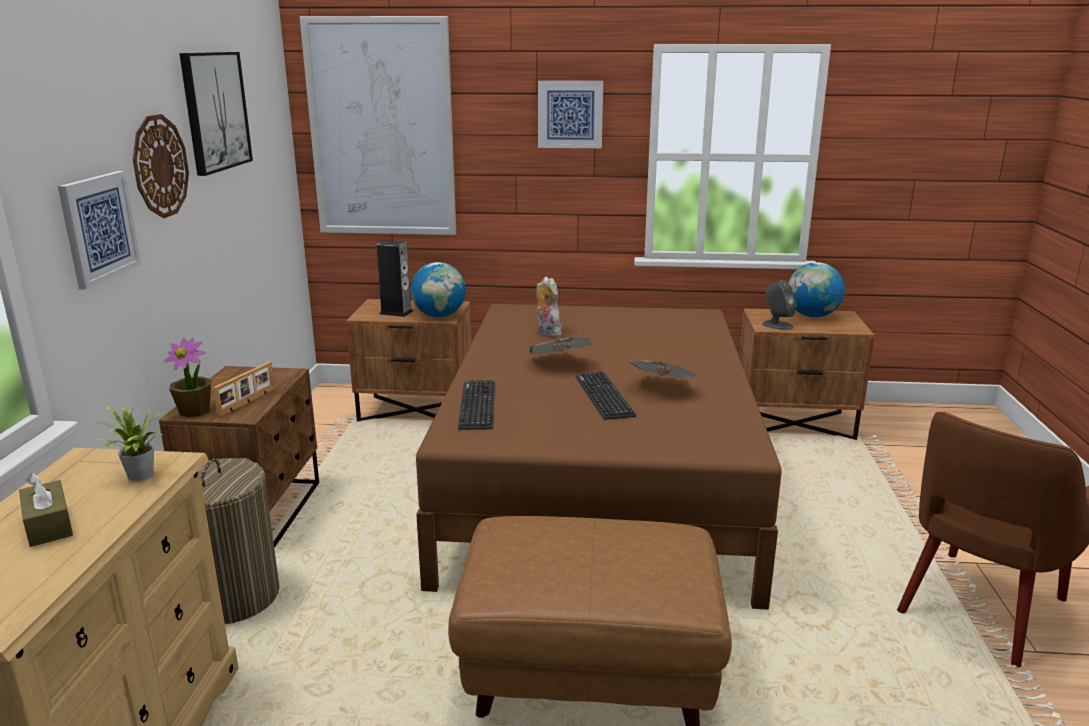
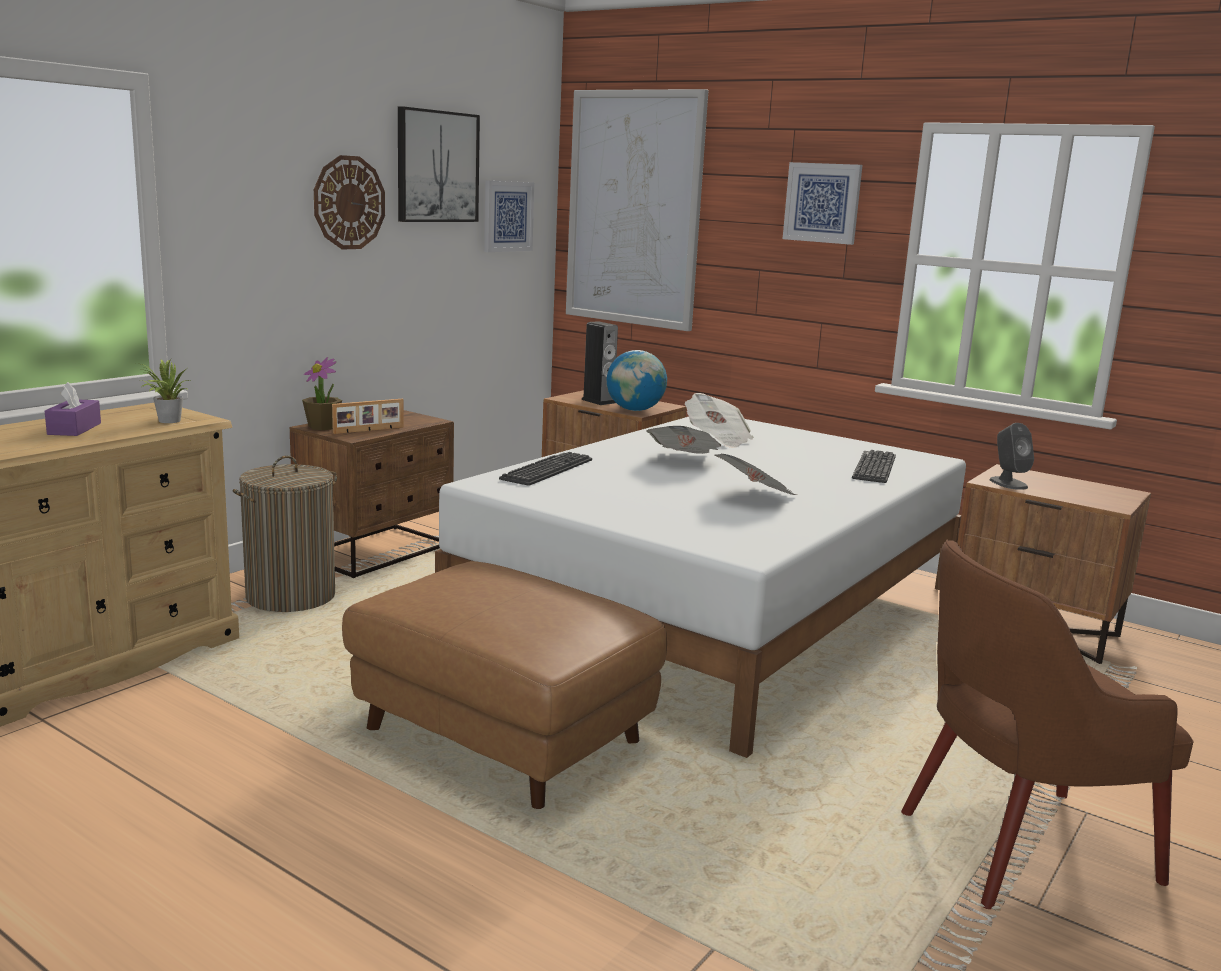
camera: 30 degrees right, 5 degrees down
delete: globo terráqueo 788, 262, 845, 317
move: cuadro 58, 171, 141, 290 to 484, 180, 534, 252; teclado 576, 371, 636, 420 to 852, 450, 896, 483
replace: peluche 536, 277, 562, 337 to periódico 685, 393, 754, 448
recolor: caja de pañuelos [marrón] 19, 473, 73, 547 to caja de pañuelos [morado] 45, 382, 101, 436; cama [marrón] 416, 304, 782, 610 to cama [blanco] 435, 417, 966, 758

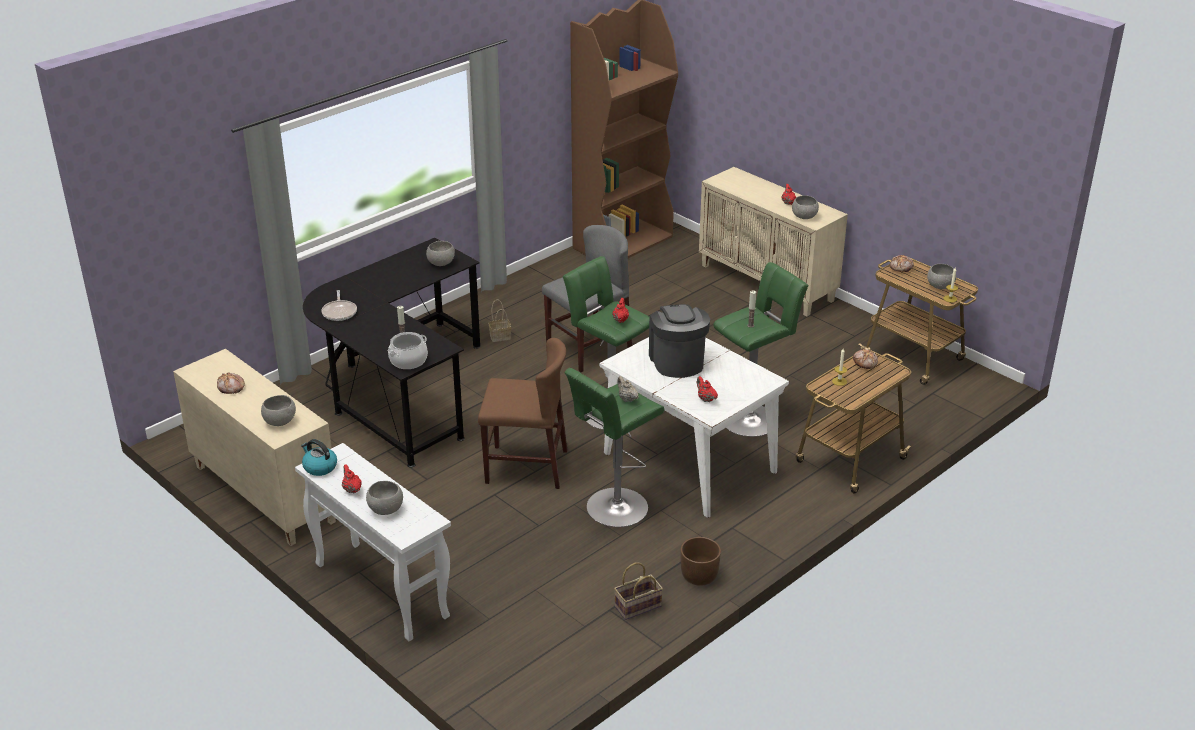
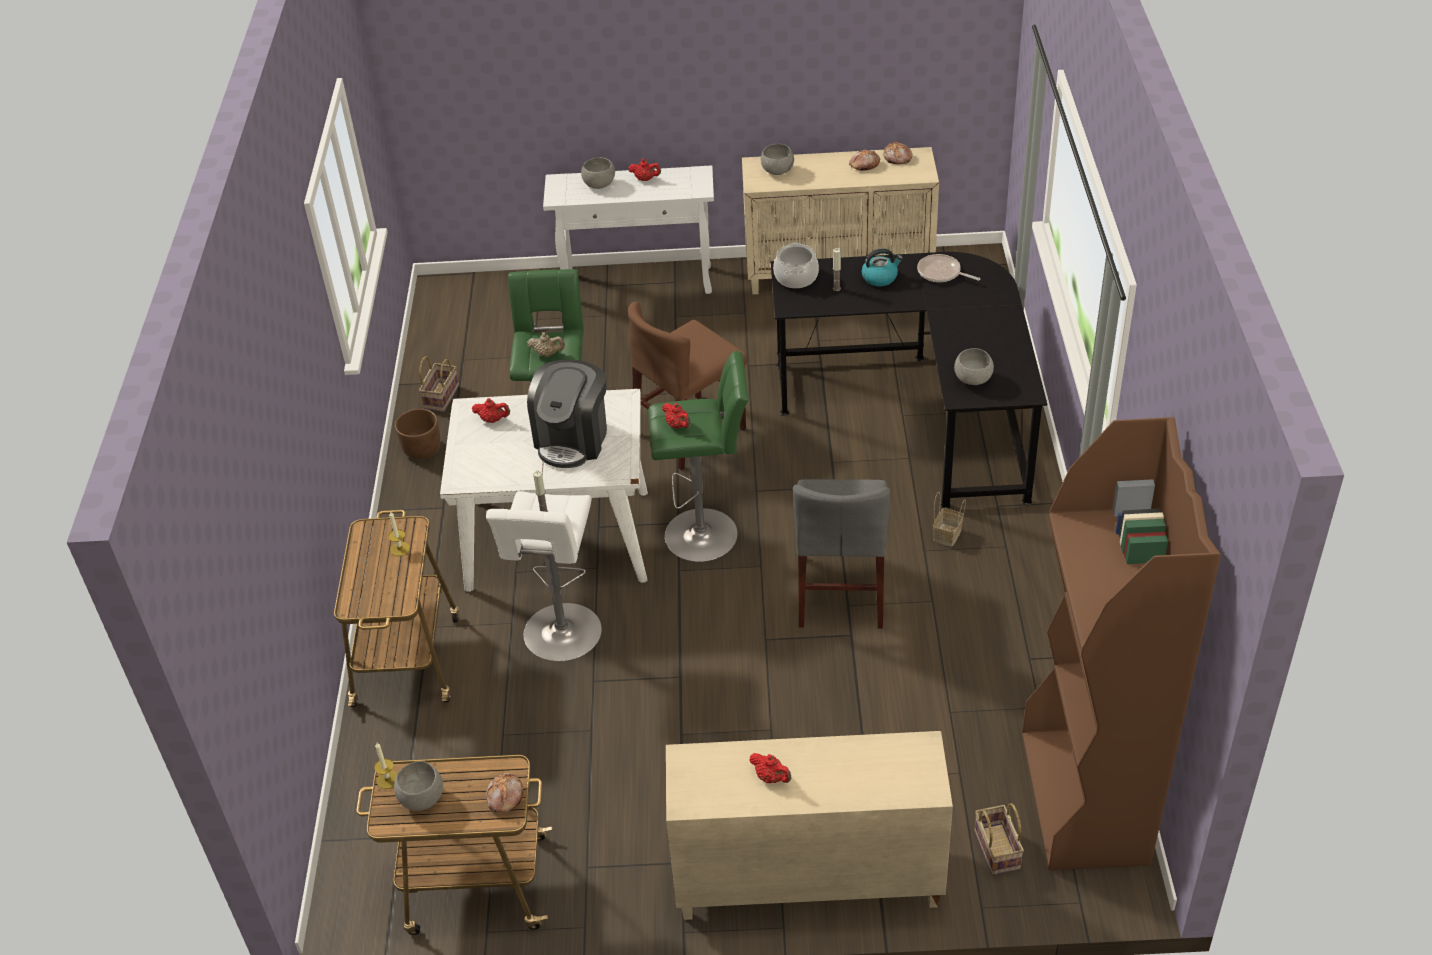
camera: 135 degrees right, 10 degrees up
delete: cuenco [gris] 792, 195, 819, 219
insert: cesta 974, 803, 1024, 875
move: hervidor 301, 439, 337, 476 to 861, 249, 903, 286; pan 853, 349, 878, 369 to 883, 142, 912, 164
recolor: taburete [verde] 713, 262, 809, 437 to taburete [blanco] 486, 491, 602, 662
rotate: cafetera 649, 304, 710, 378 = 527, 359, 607, 468 75 degrees clockwise

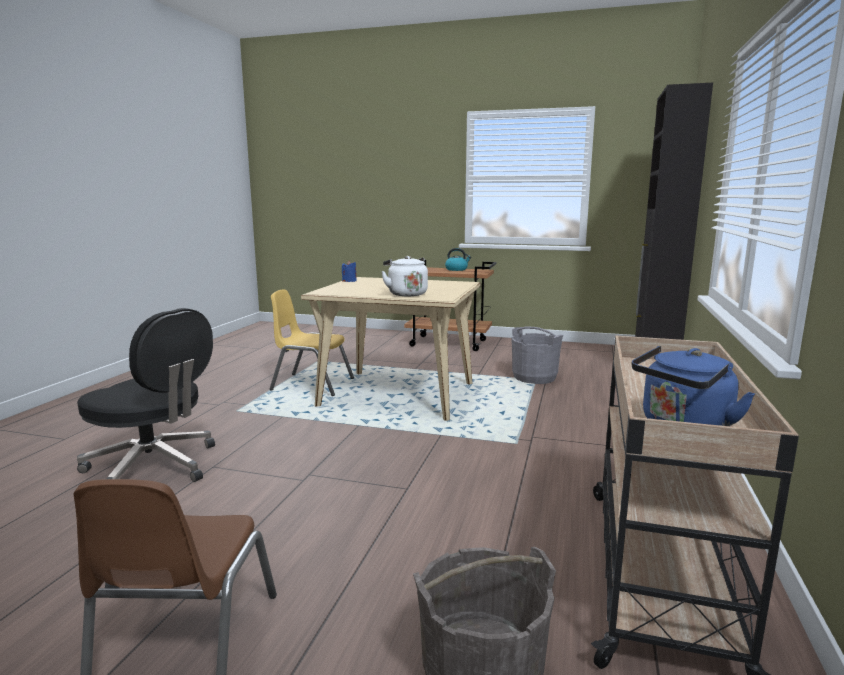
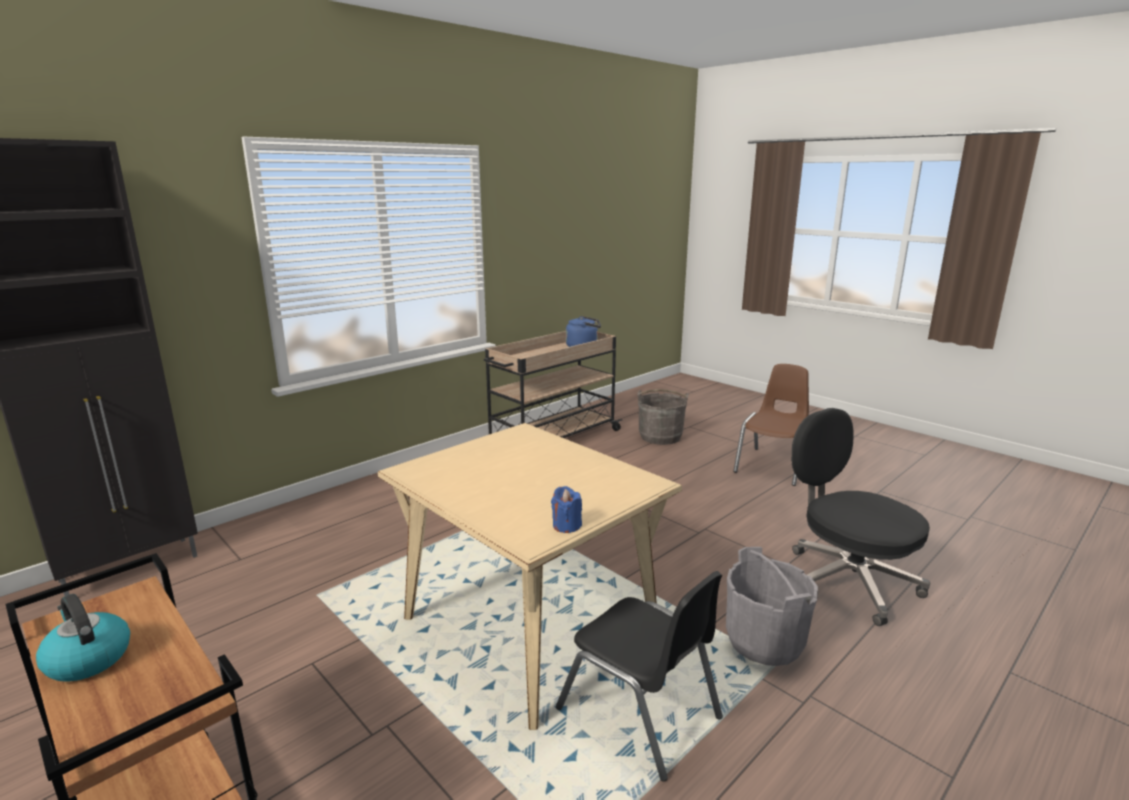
camera: 150 degrees left, 5 degrees up
delete: hervidor [blanco] 381, 256, 428, 296
move: cubo [gris] 511, 327, 563, 384 to 726, 547, 818, 666
recolor: silla [amarillo] 270, 289, 354, 396 to silla [negro] 556, 571, 723, 782

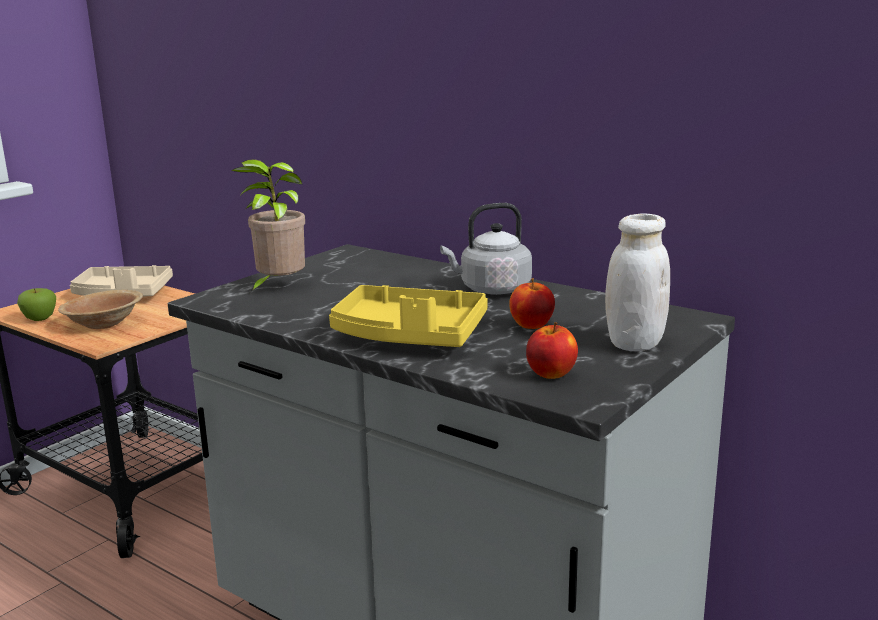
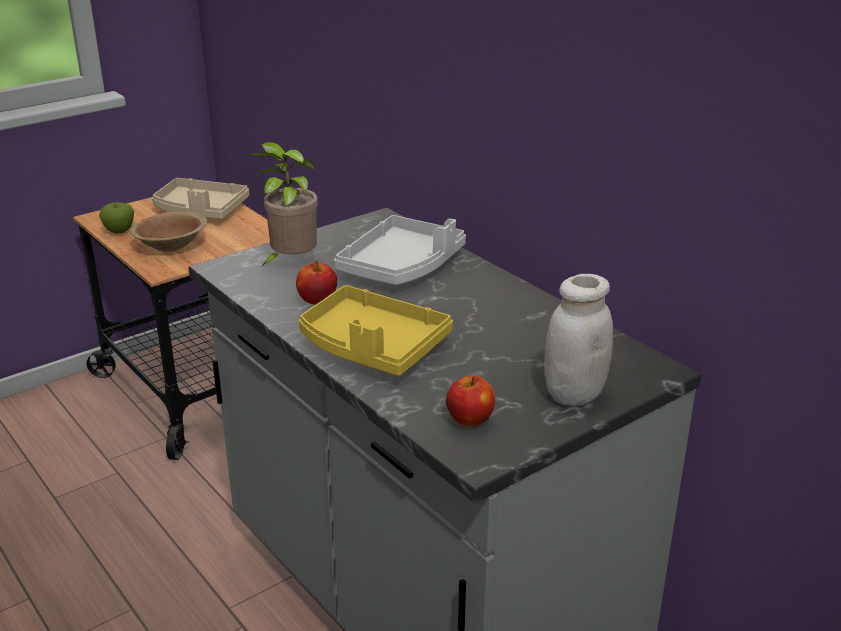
camera: 15 degrees right, 10 degrees up
delete: hervidor [gris] 440, 203, 532, 295
insert: bandeja [gris] 334, 215, 466, 285
move: manzana 509, 278, 555, 329 to 296, 260, 337, 305

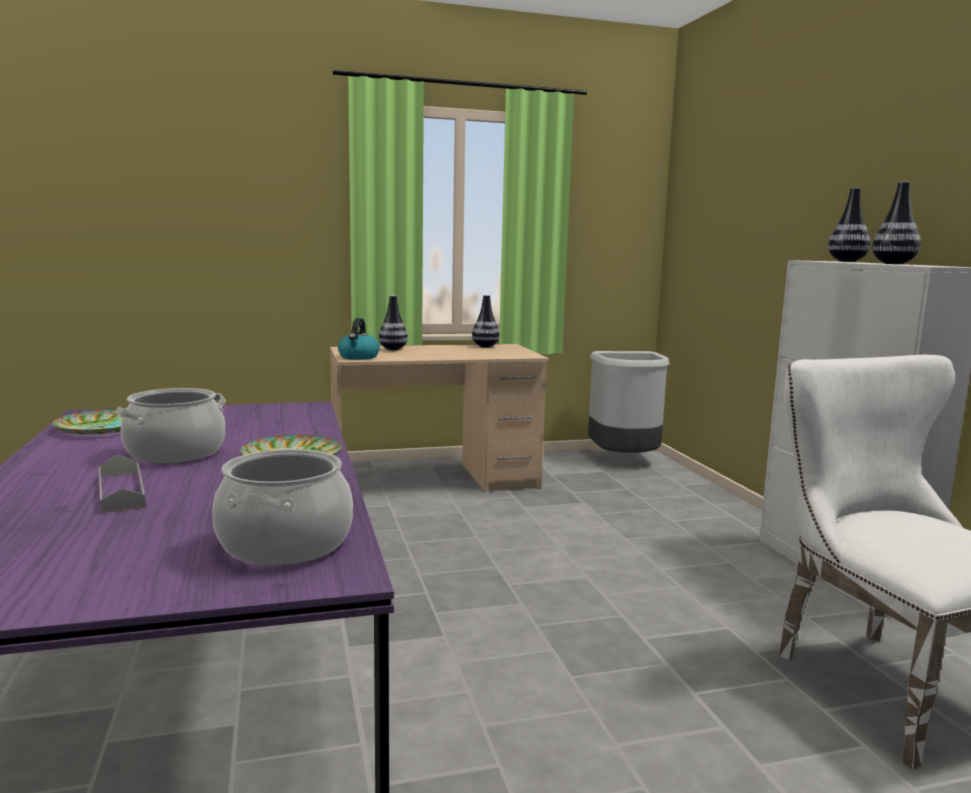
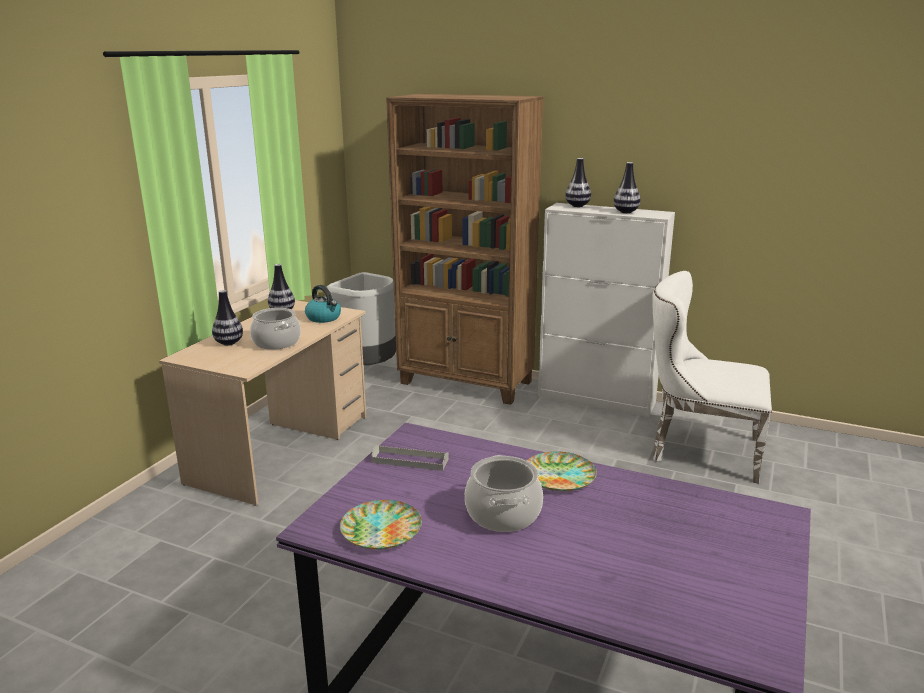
camera: 50 degrees left, 10 degrees up
insert: estantería [marrón] 386, 94, 543, 405
move: olla 212, 449, 353, 565 to 250, 308, 301, 350; hervidor 338, 318, 380, 360 to 305, 285, 341, 323; bandeja [gris] 99, 455, 146, 513 to 371, 445, 448, 471

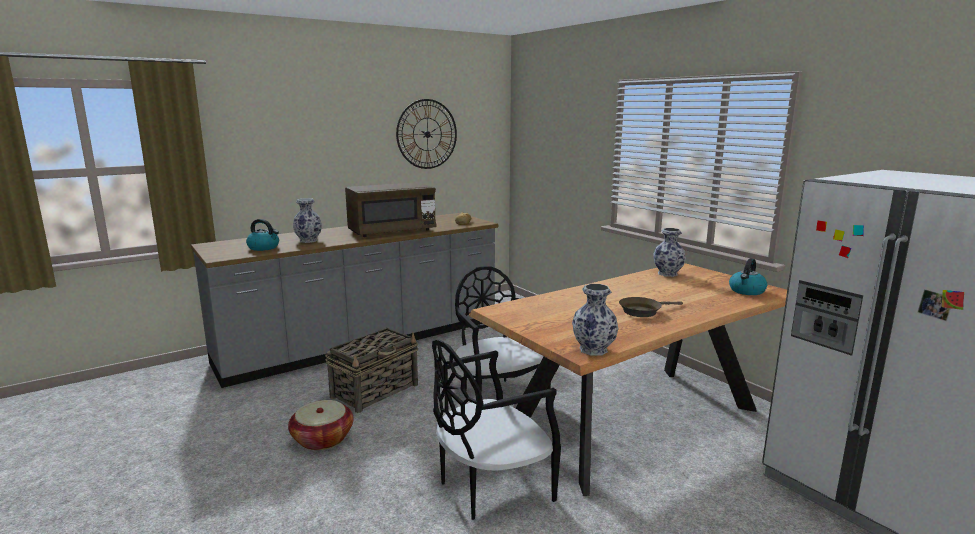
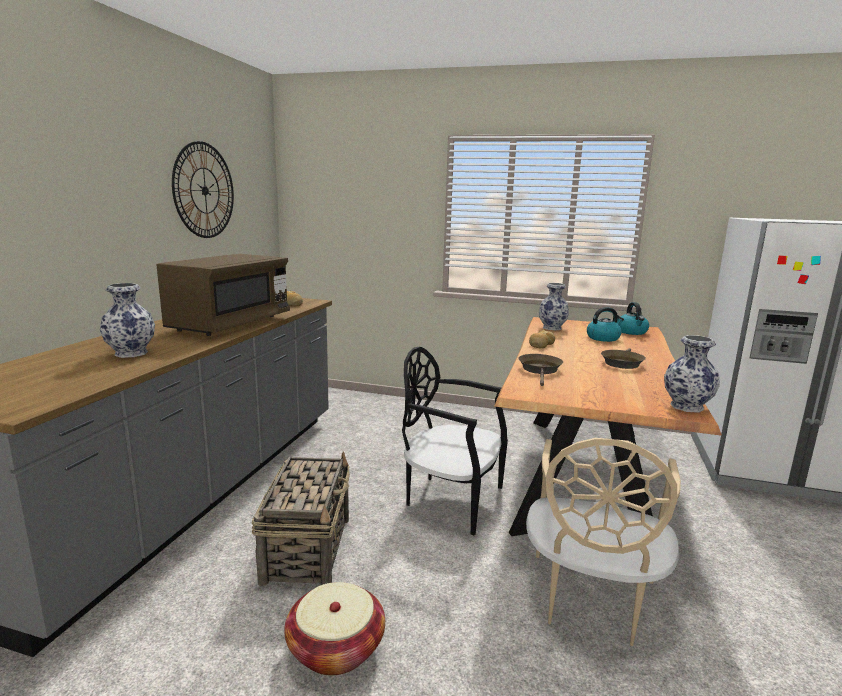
camera: 40 degrees left, 0 degrees up
insert: sartén [marrón] 518, 354, 563, 386; pan 529, 330, 555, 348
move: hervidor 246, 219, 279, 251 to 587, 307, 624, 342
recolor: silla [negro] 432, 339, 561, 520 to silla [beis] 526, 438, 681, 646

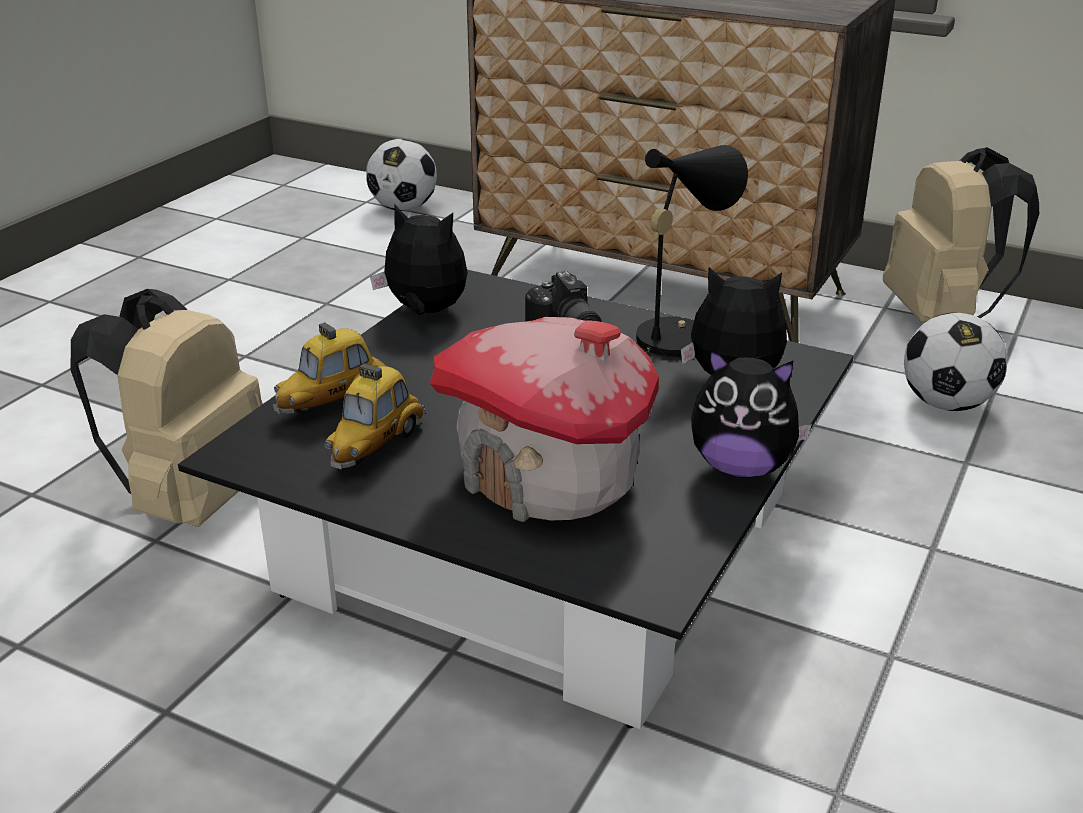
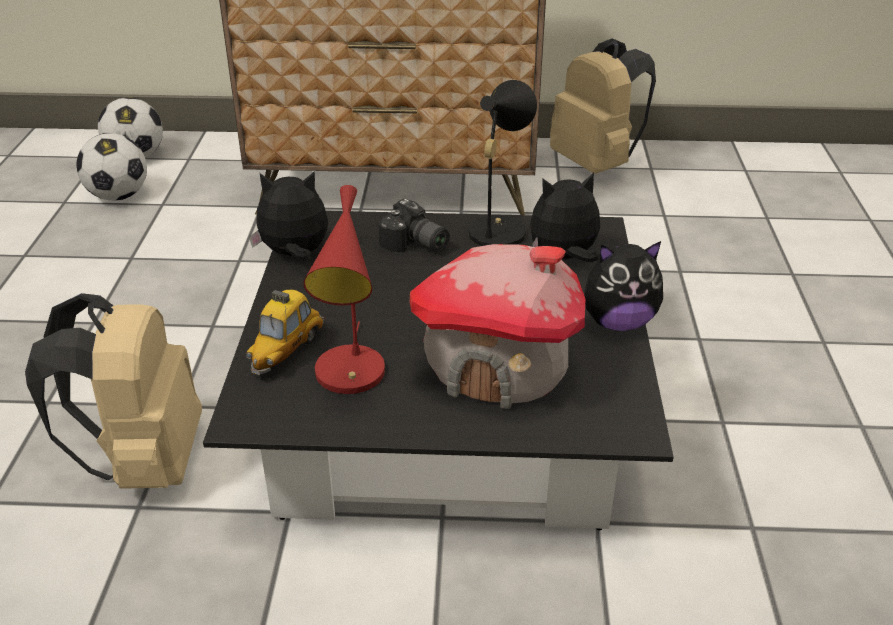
camera: 25 degrees left, 5 degrees up
move: balón de fútbol 904, 312, 1007, 411 to 76, 133, 147, 201
replace: coche de juguete 324, 364, 425, 470 to lámpara de mesa [rojo] 304, 185, 385, 394

